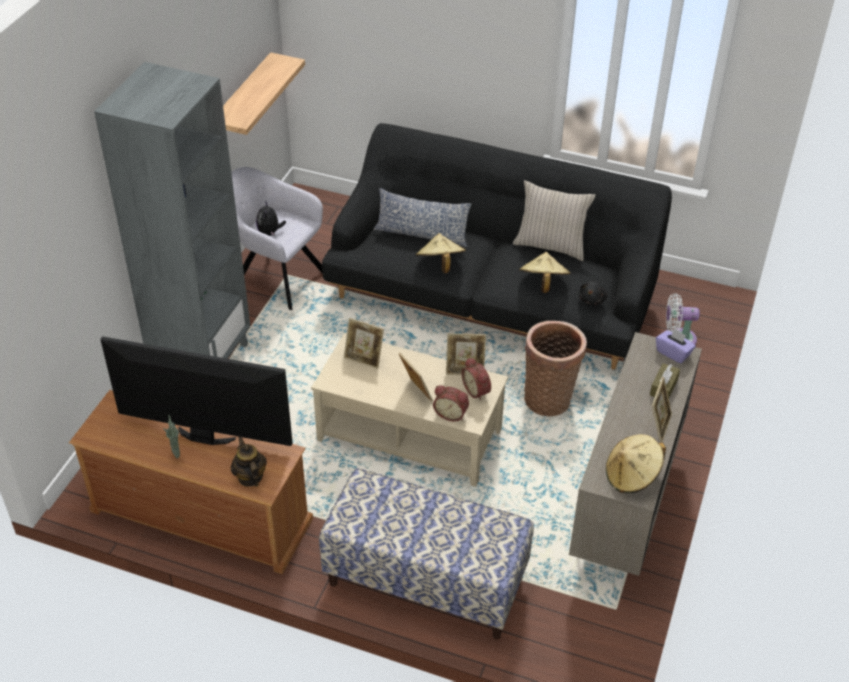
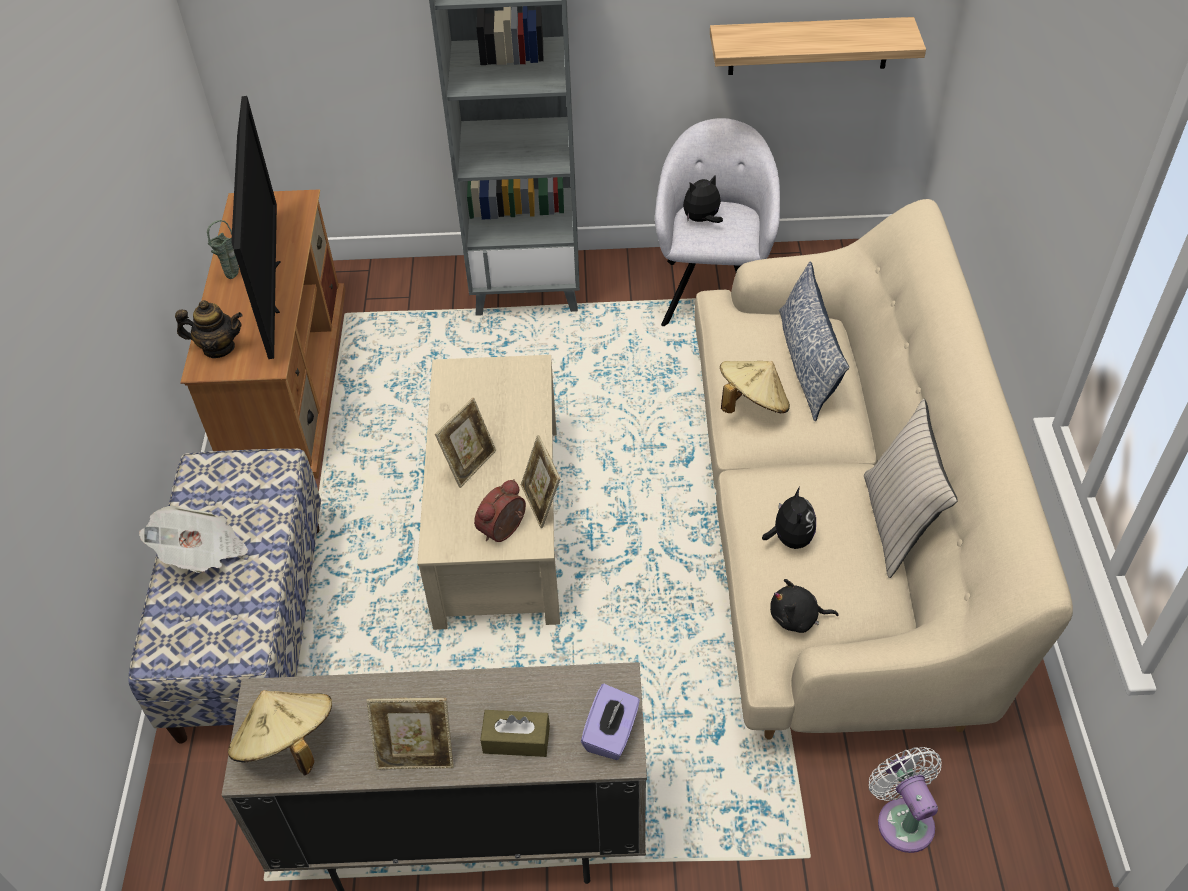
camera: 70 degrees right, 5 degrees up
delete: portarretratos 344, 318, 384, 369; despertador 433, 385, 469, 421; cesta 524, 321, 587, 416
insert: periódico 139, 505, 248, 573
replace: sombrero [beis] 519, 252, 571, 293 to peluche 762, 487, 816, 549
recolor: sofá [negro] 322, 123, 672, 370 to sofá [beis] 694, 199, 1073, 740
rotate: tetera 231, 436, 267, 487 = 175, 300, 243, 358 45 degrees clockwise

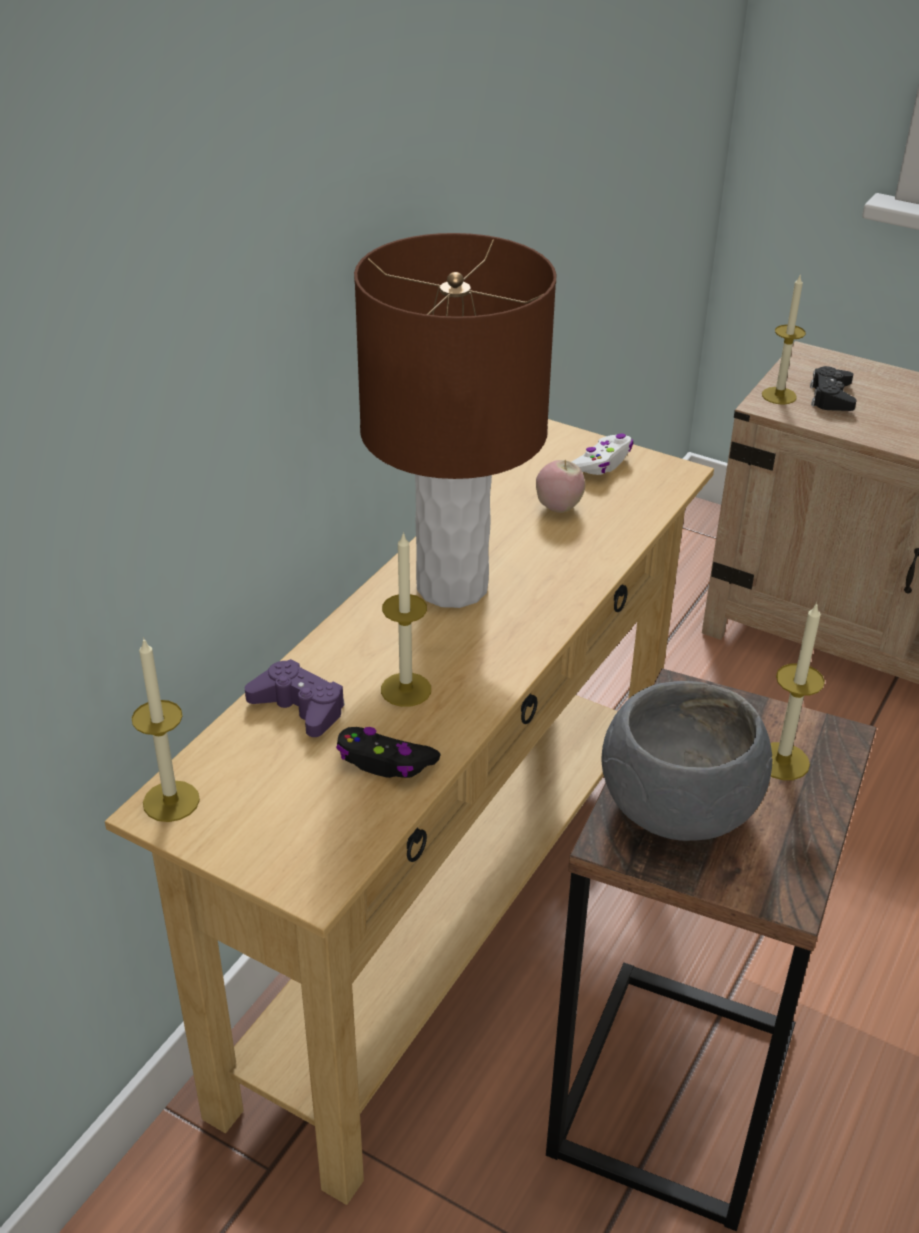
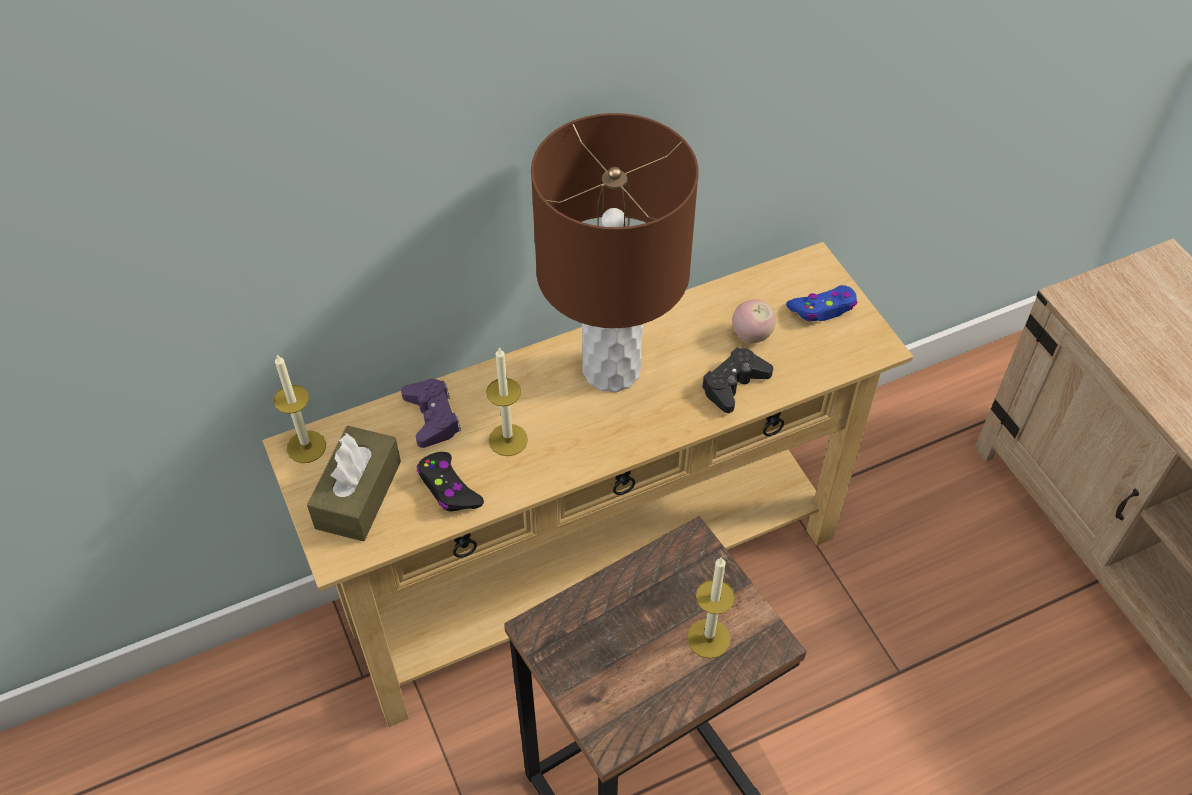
camera: 35 degrees right, 15 degrees up
delete: cuenco [gris] 601, 681, 772, 841; vela 762, 276, 806, 405
insert: caja de pañuelos [marrón] 307, 426, 401, 541
move: mando de consola [negro] 810, 366, 857, 411 to 702, 348, 773, 413
recolor: mando de consola [blanco] 572, 434, 633, 475 to mando de consola [azul] 786, 285, 857, 322

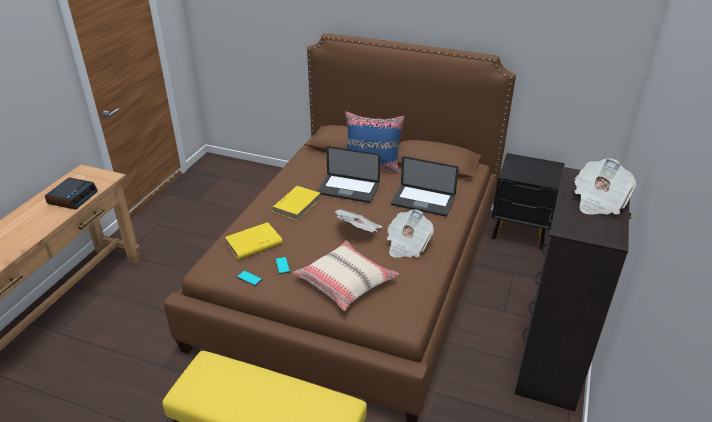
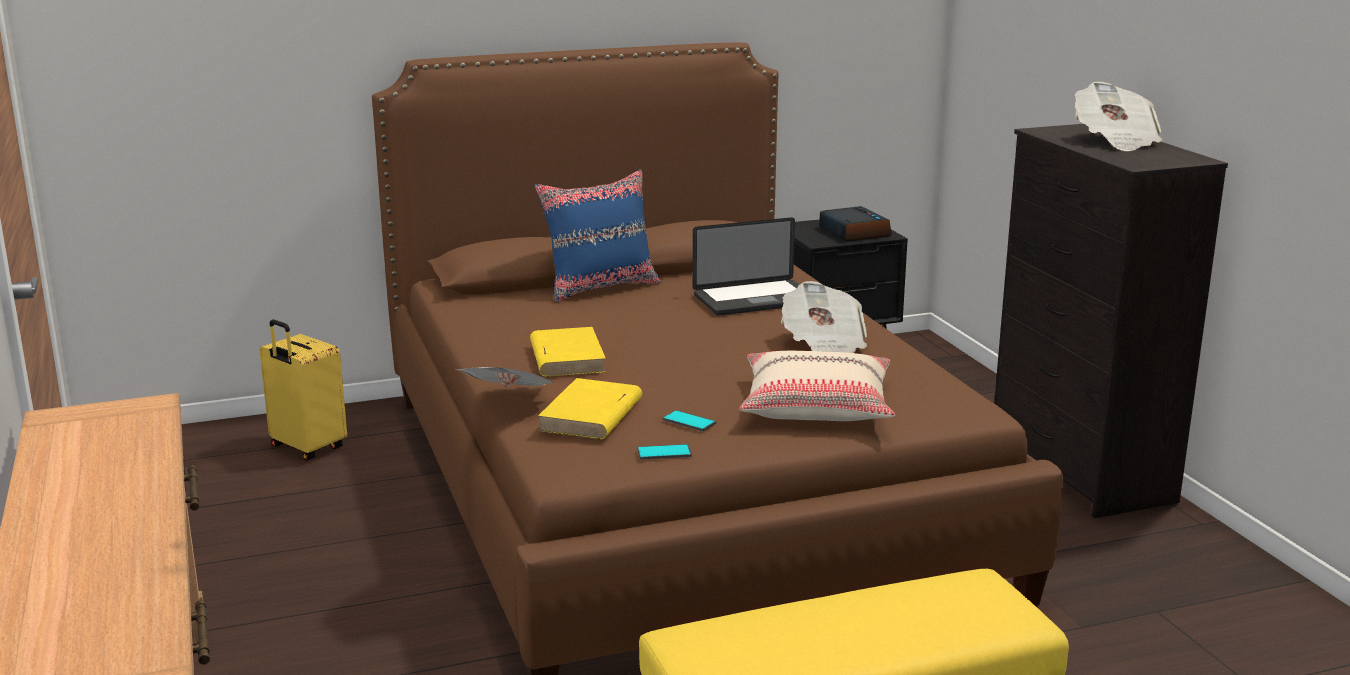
camera: 40 degrees left, 15 degrees down
delete: portátil 317, 146, 380, 203
insert: maleta [amarillo] 260, 320, 347, 461
move: periódico 335, 209, 382, 232 to 458, 367, 554, 387; despertador 45, 177, 98, 210 to 819, 206, 892, 242

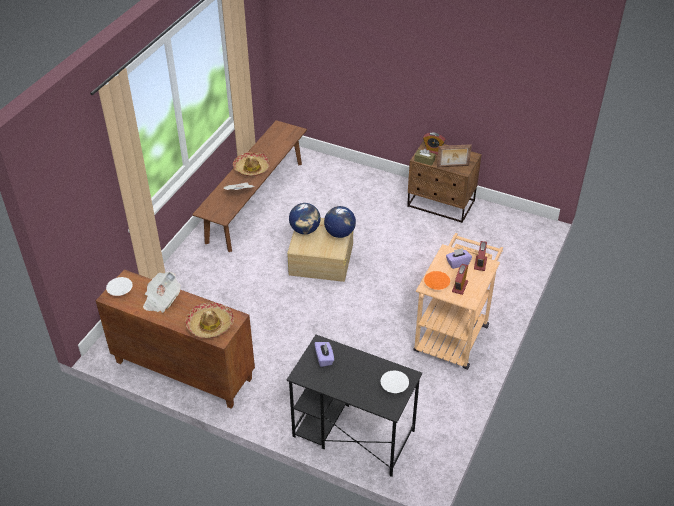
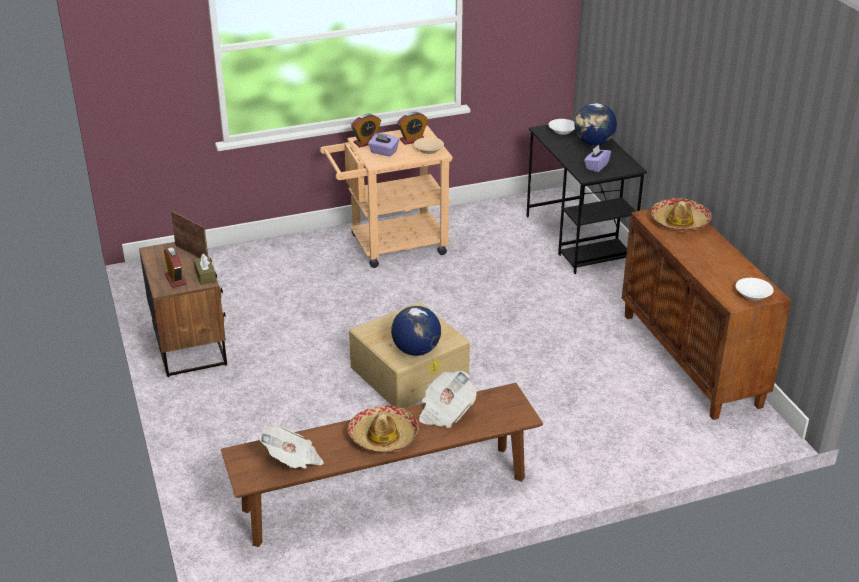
camera: 135 degrees left, 10 degrees down
move: periódico 143, 272, 181, 313 to 258, 426, 324, 469; globo terráqueo 324, 206, 356, 238 to 574, 103, 617, 146
recolor: cuenco [naranja] 424, 271, 450, 290 to cuenco [beis] 414, 137, 444, 154

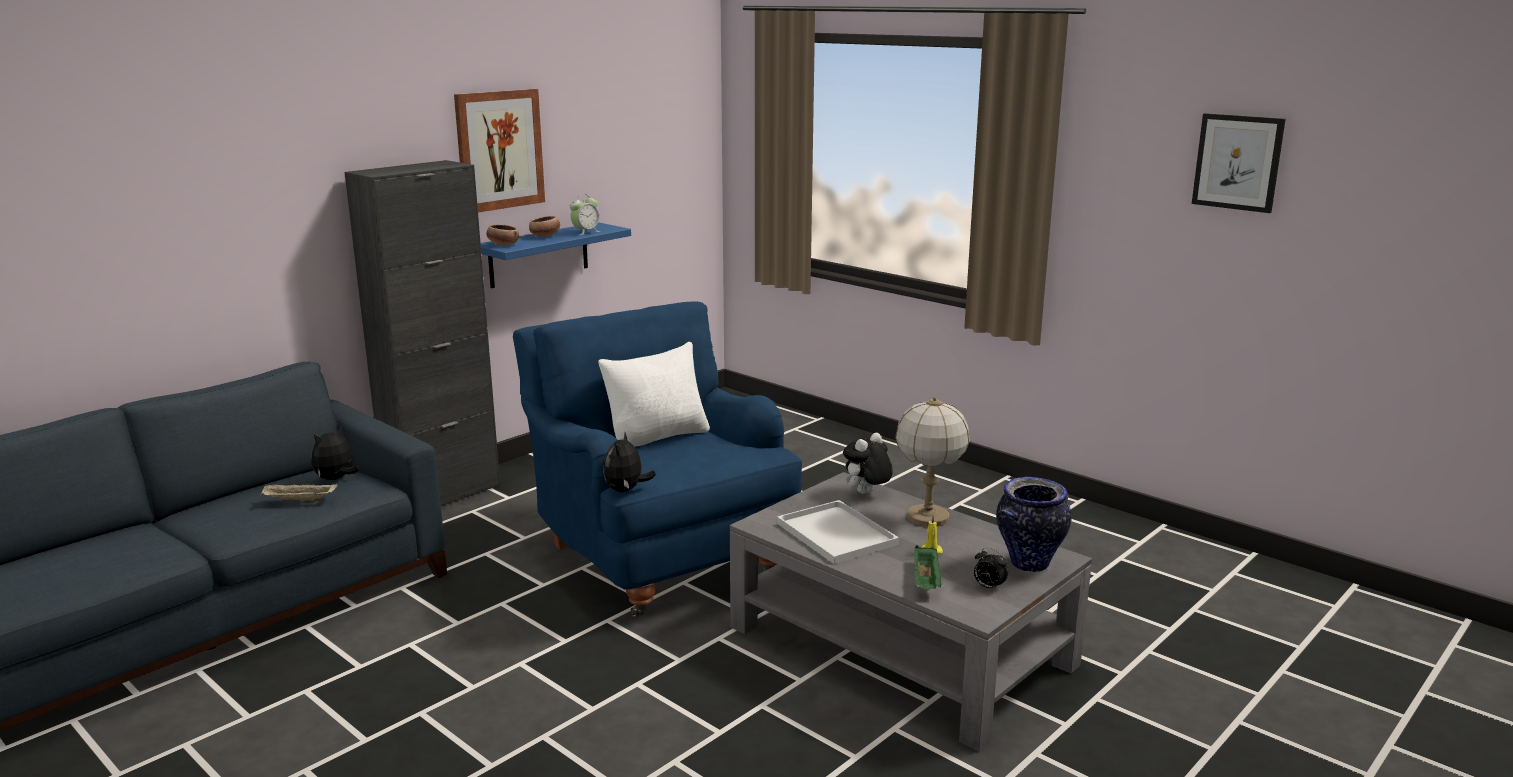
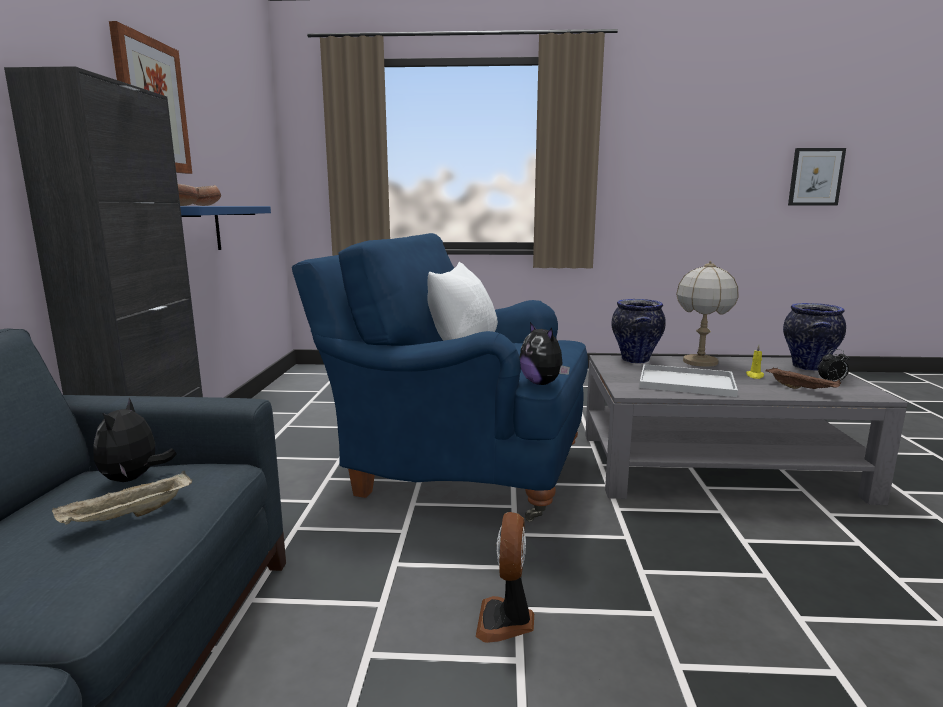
camera: 40 degrees left, 5 degrees down
delete: despertador 570, 194, 600, 235
insert: ventilador 476, 512, 534, 643
move: cuadro 1192, 113, 1286, 213 to 788, 148, 846, 206
replace: peluche 843, 433, 893, 494 to florero 611, 299, 666, 364
recolor: bandeja [verde] 914, 545, 942, 589 to bandeja [marrón] 766, 367, 841, 389

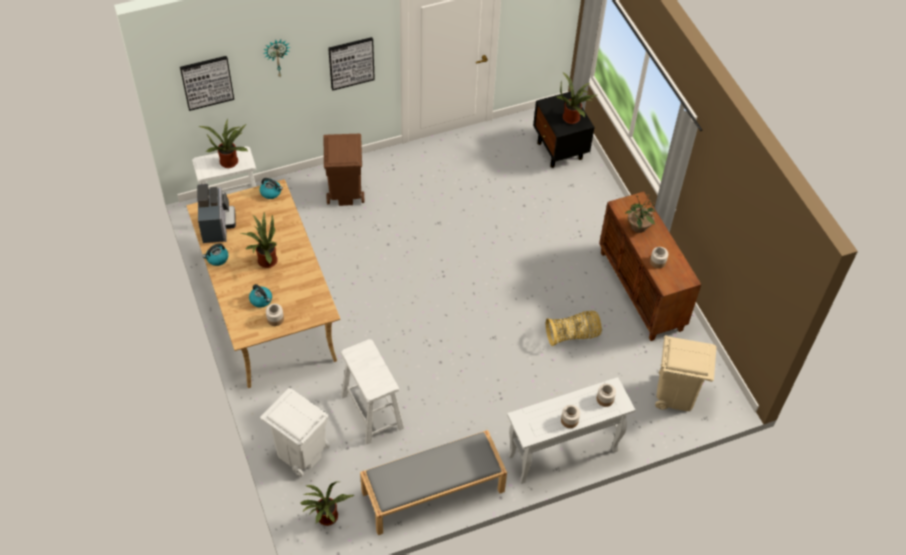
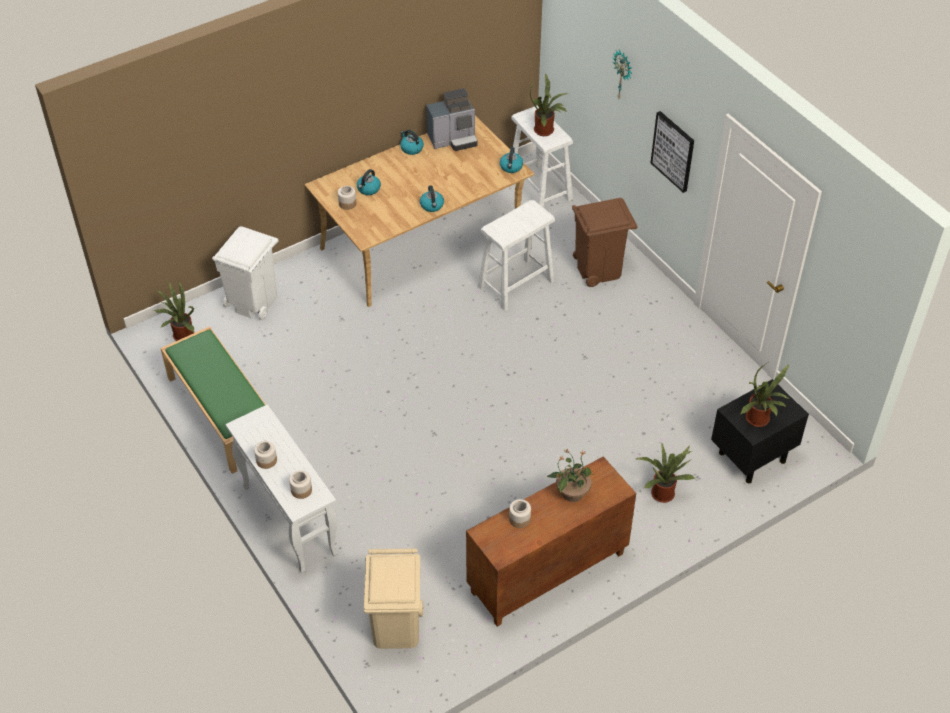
camera: 80 degrees right, 5 degrees down
delete: cuadro 180, 56, 234, 111; cesta 546, 311, 602, 346
insert: hervidor 420, 185, 444, 212
move: taburete [blanco] 341, 339, 404, 444 to 478, 200, 555, 311; planta en maceta 241, 212, 278, 268 to 636, 443, 696, 503
recolor: banco [gris] 360, 430, 507, 535 to banco [verde] 160, 326, 266, 474

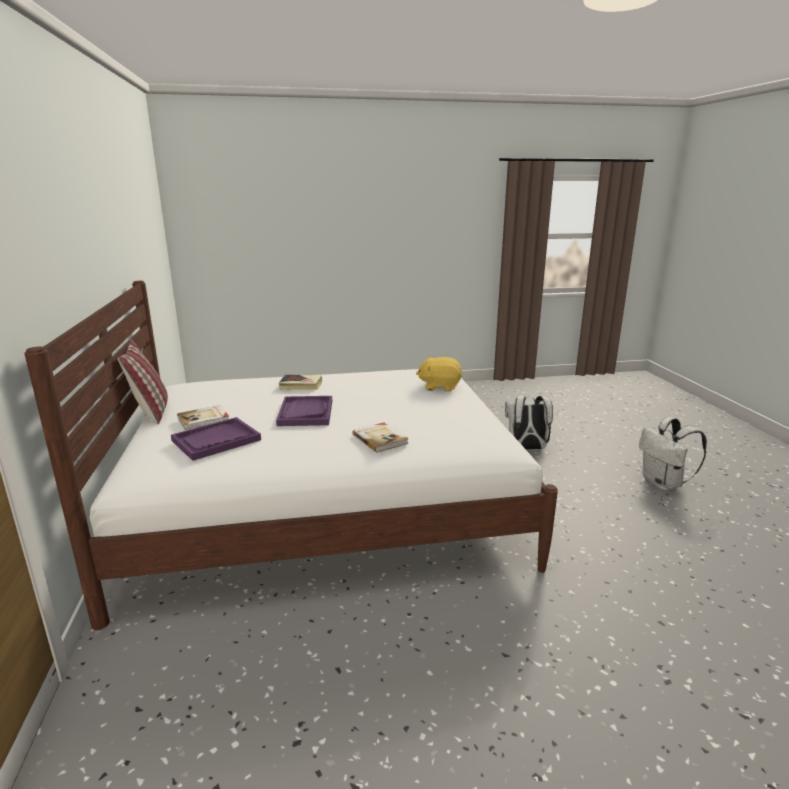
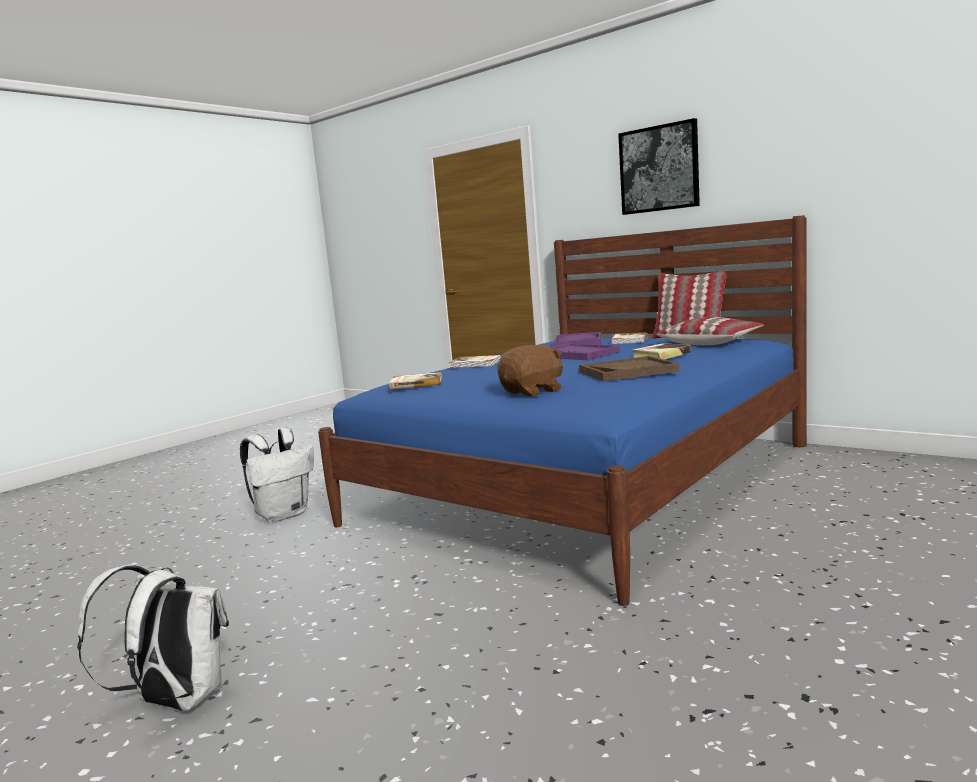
camera: 140 degrees right, 10 degrees down
insert: libro 389, 372, 442, 389; bandeja [marrón] 579, 356, 679, 381; cuadro 618, 118, 700, 215; cojín 657, 317, 764, 345
move: mochila [blanco] 505, 395, 553, 450 to 240, 428, 314, 522
recolor: cama [blanco] 24, 281, 558, 630 to cama [azul] 318, 215, 807, 606; peluche [amarillo] 416, 357, 463, 392 to peluche [marrón] 497, 344, 563, 397

